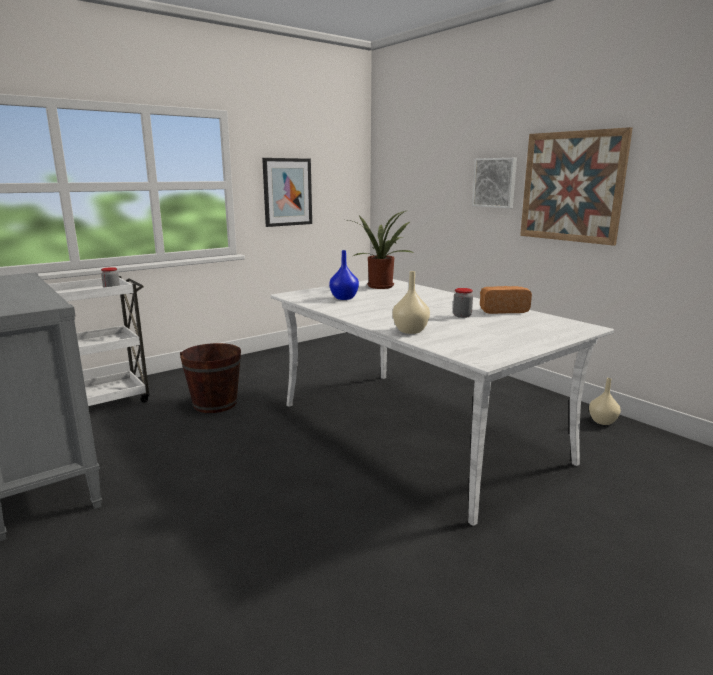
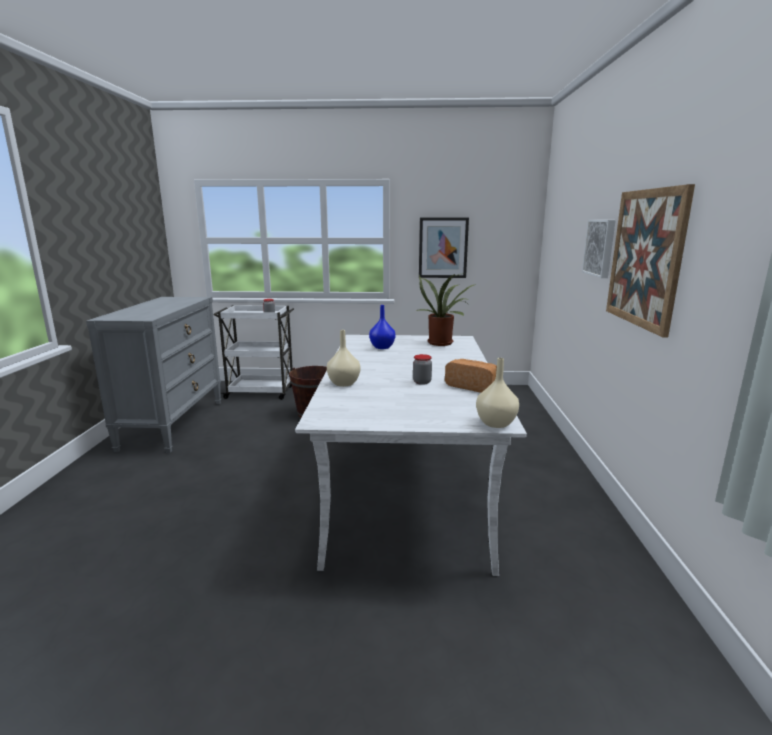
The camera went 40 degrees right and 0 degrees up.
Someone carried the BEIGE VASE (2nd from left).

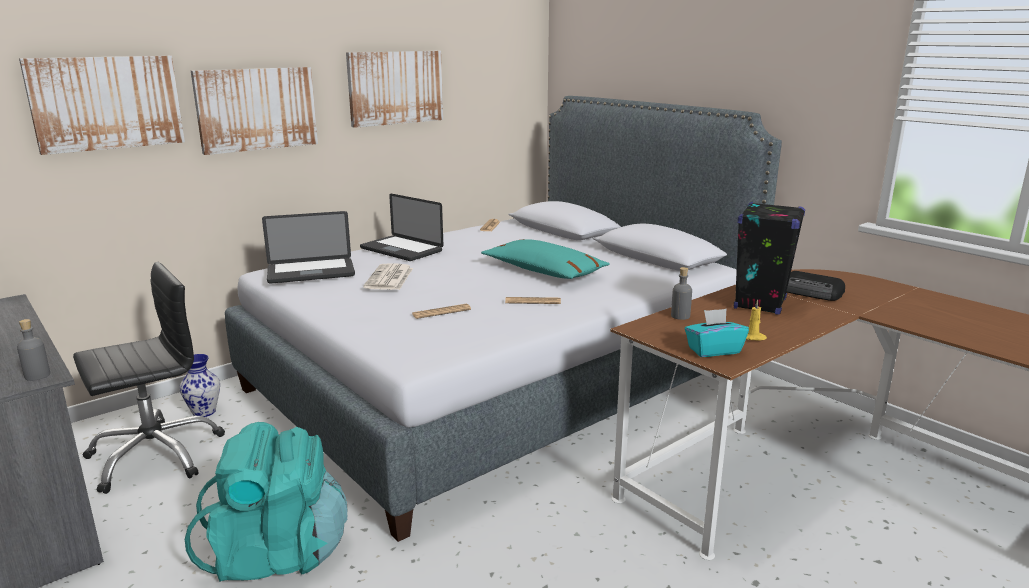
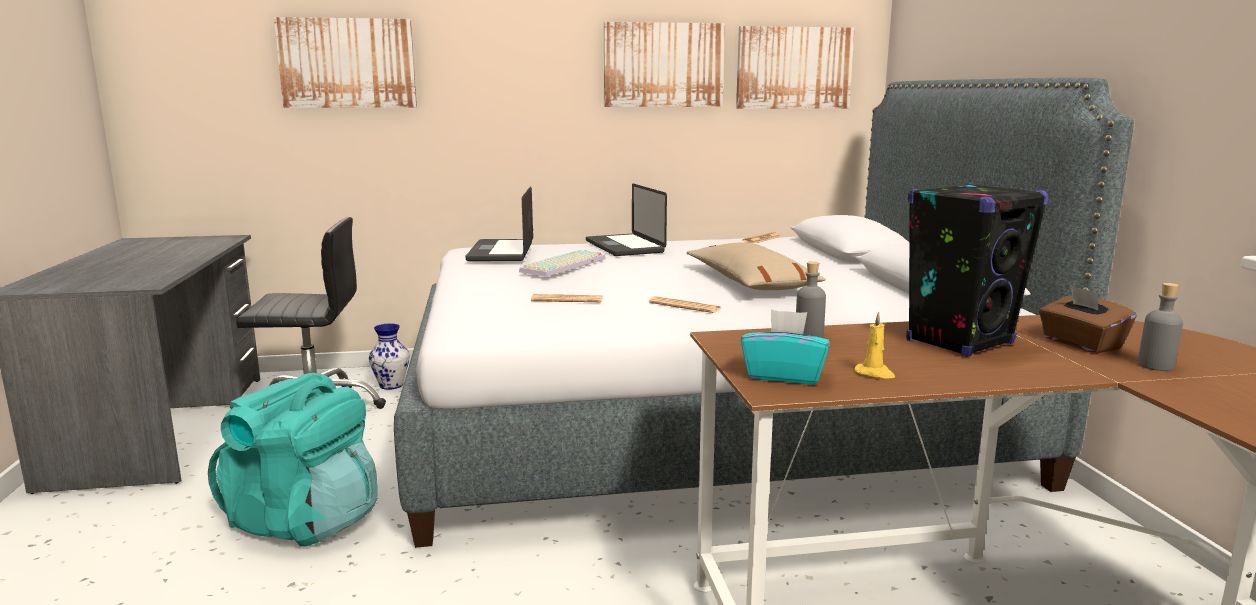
The camera went 30 degrees right and 5 degrees down.
Someone carried the PICTURE (2nd from left in the first image).
Someone rotated the LAPTOP (1st from left) by 75 degrees clockwise.
Someone repainted the TURQUOISE PILLOW, which became the BEIGE PILLOW.
Someone swapped the NEWSPAPER (1st from left) for the KEYBOARD.
Someone swapped the RADIO for the BROWN TISSUE BOX.
Someone carried the GREY BOTTLE (1st from left in the first image).

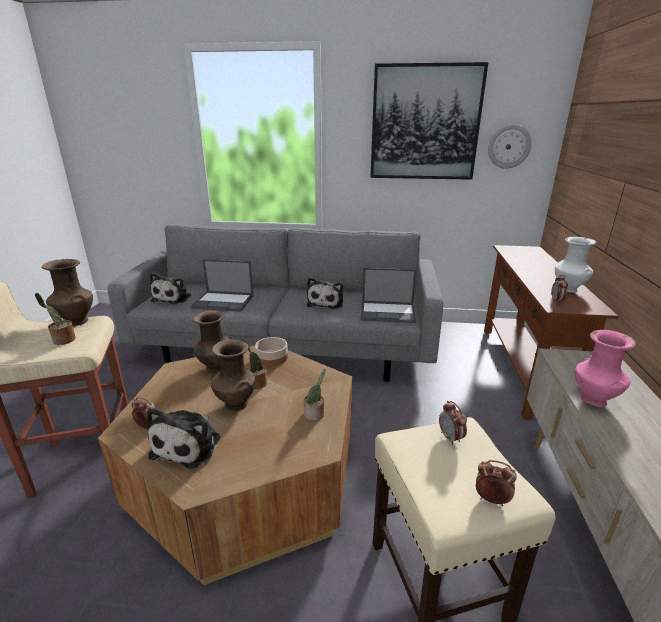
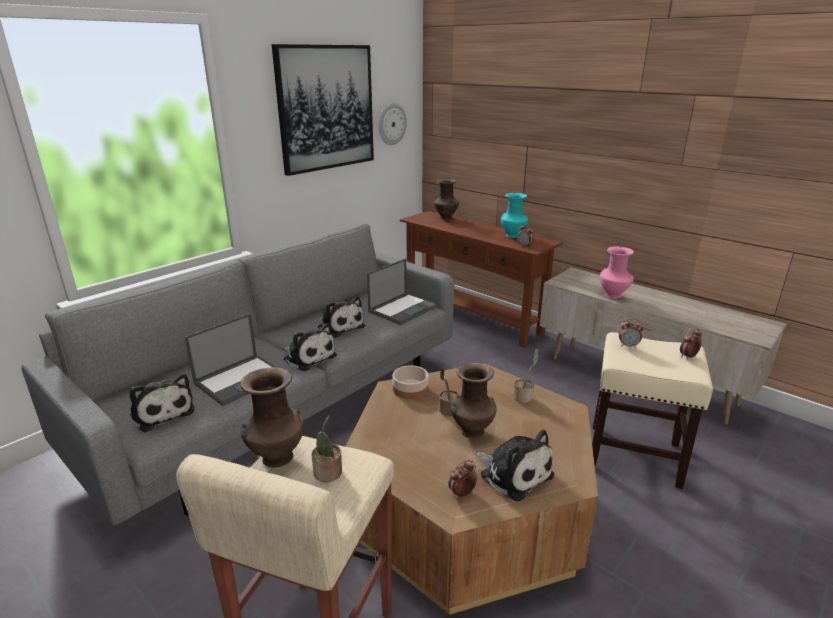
The camera went 55 degrees left and 0 degrees up.
Someone repainted the WHITE VASE, which became the TURQUOISE VASE.
Someone carried the BROWN VASE (2nd from left).
Someone put down the PLUSH TOY (2nd from left).

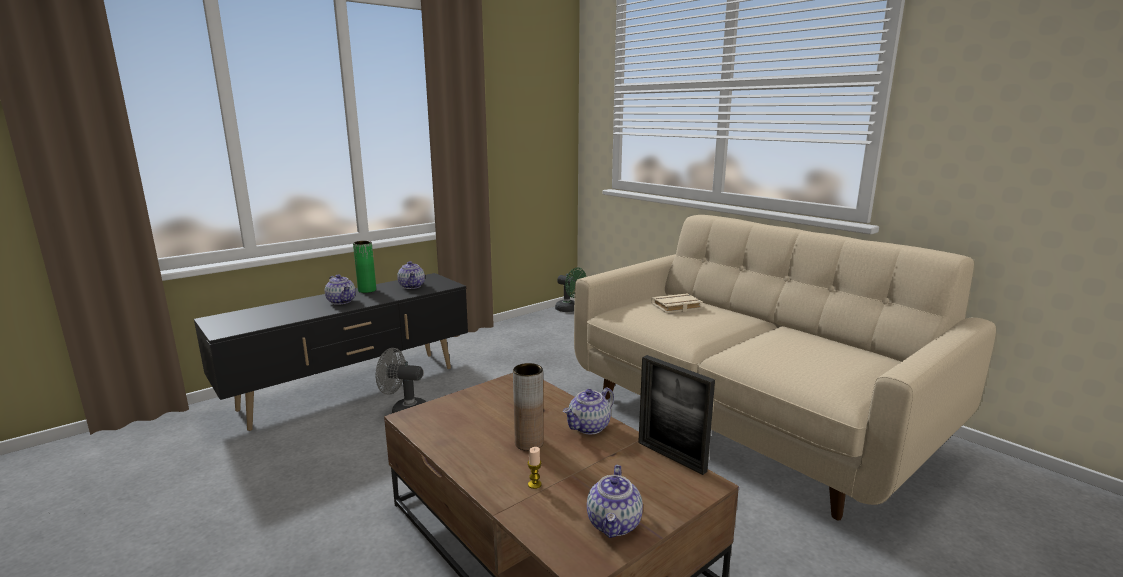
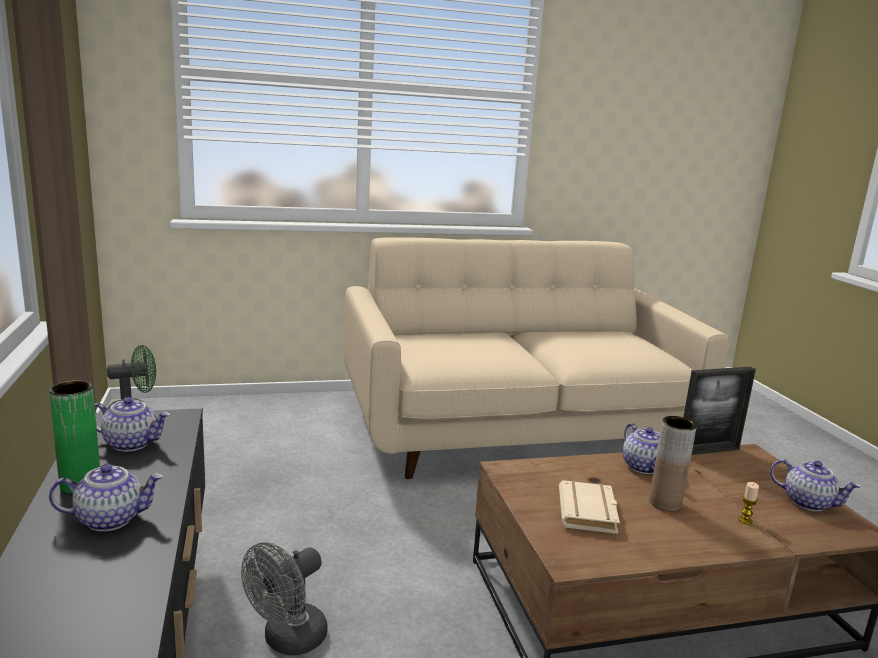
The camera went 65 degrees left and 0 degrees up.
Someone carried the BEIGE BOOK.

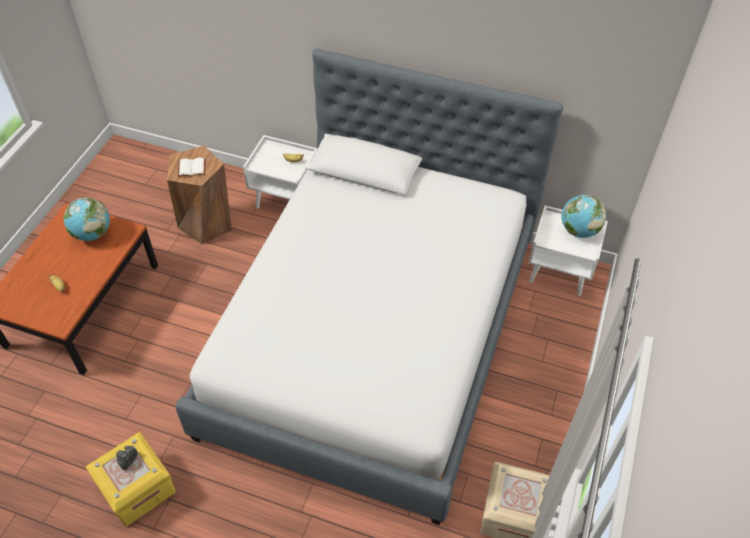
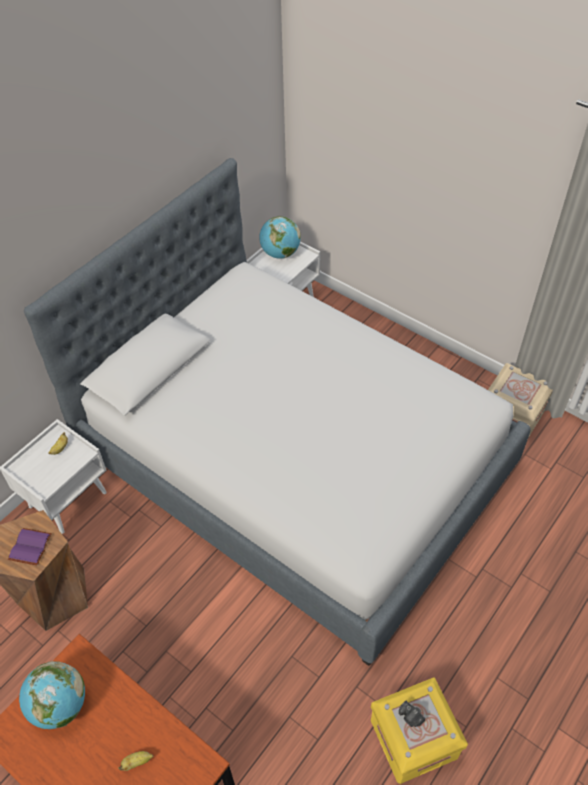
The camera went 70 degrees left and 0 degrees up.
Someone repainted the WHITE BOOK, which became the PURPLE BOOK.

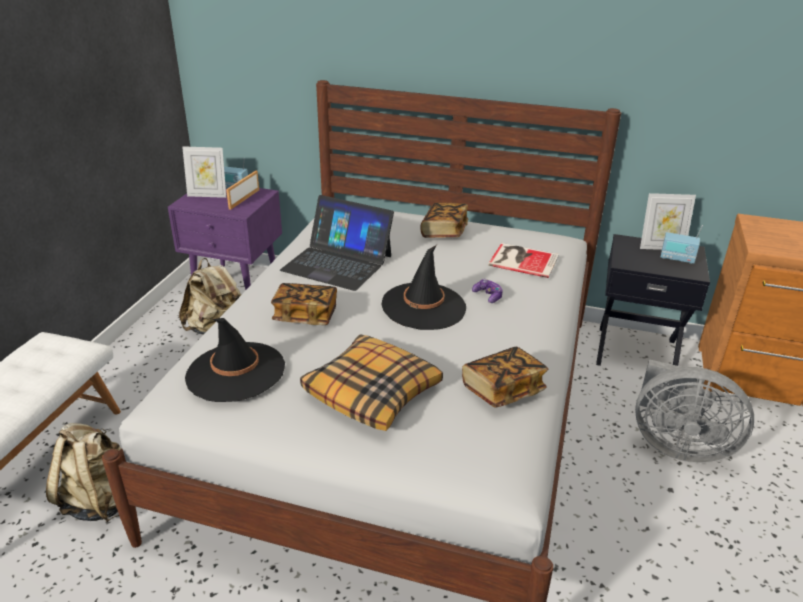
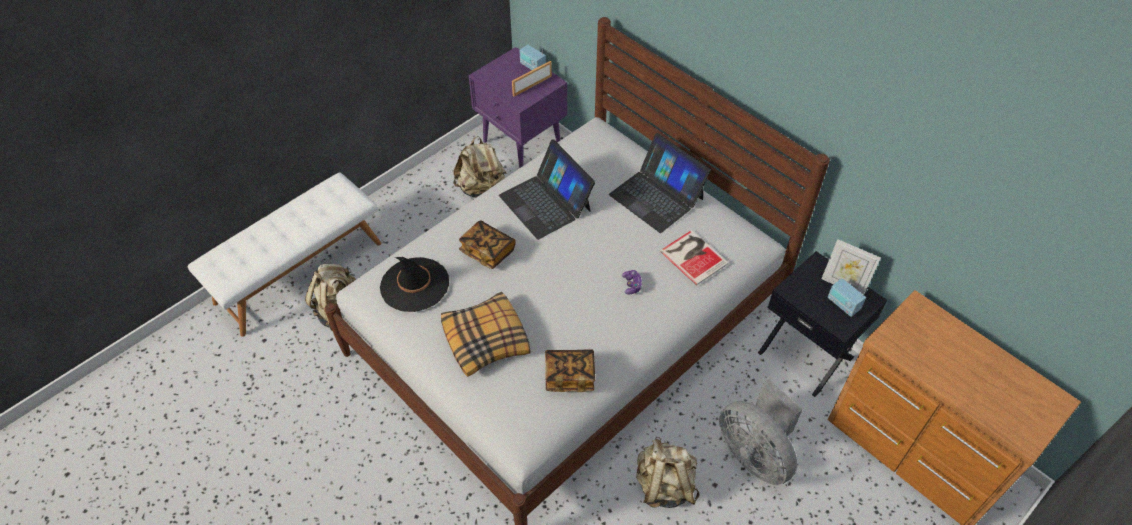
The camera went 30 degrees right and 20 degrees up.
Someone took away the PICTURE FRAME (1st from left).
Someone swapped the BOOK (2nd from left) for the LAPTOP (2nd from left).
Someone took away the BLACK HAT (2nd from left).
Someone put down the BEIGE BACKPACK (3rd from left).

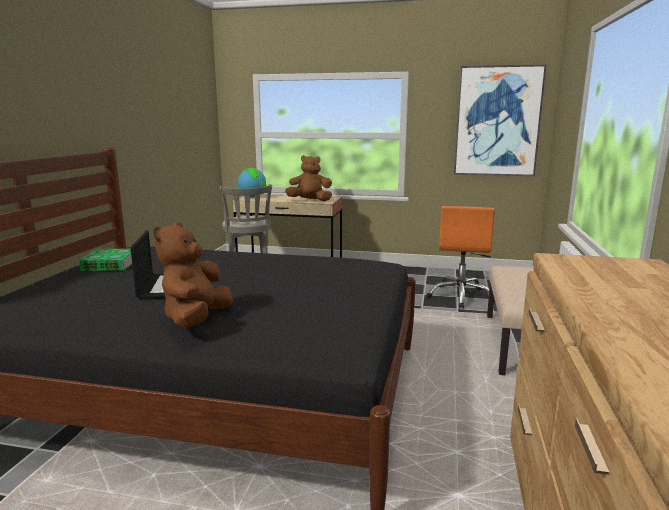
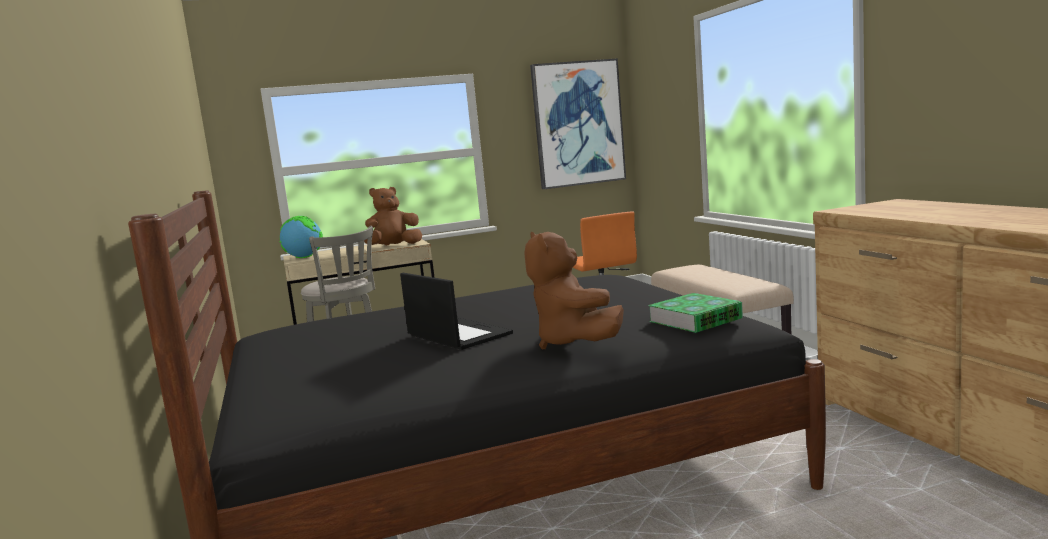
The camera went 30 degrees left and 5 degrees down.
Someone carried the BOOK.

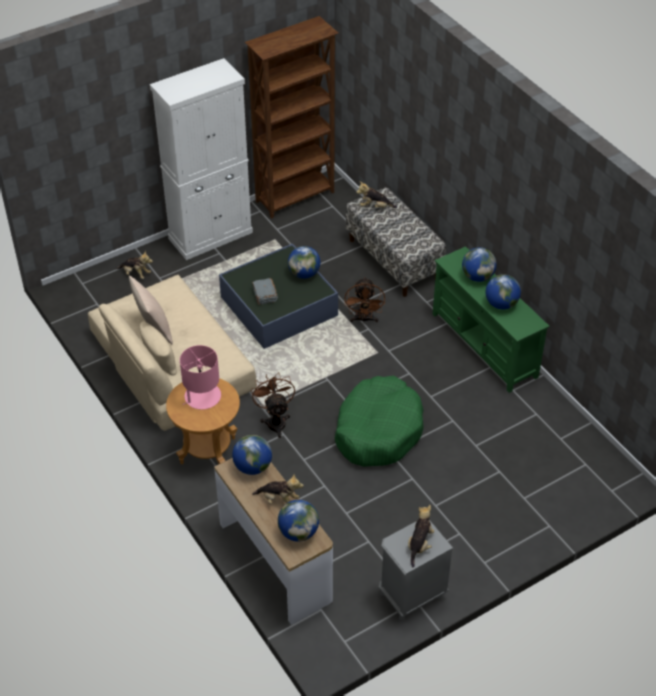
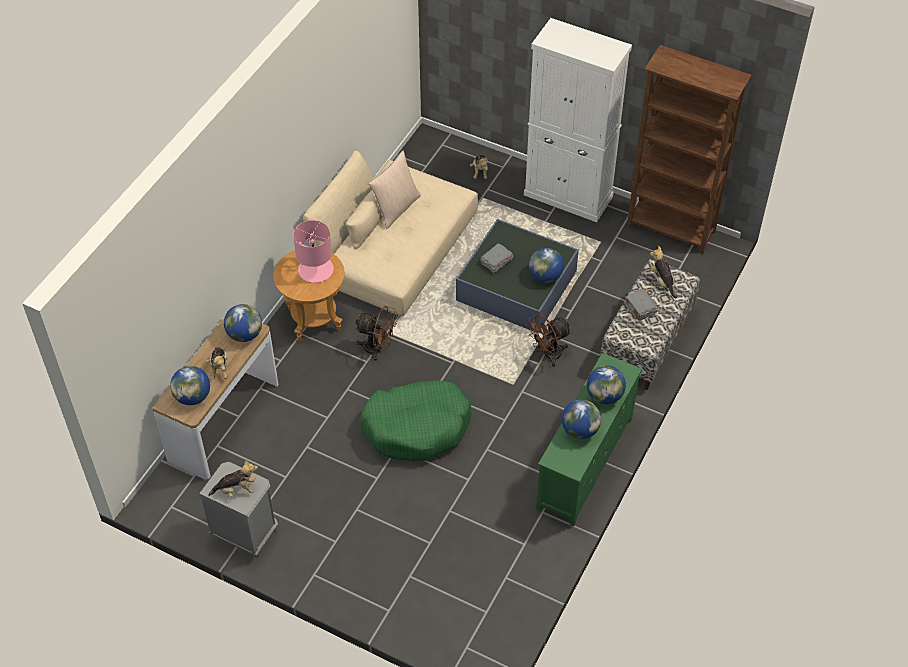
The camera went 60 degrees right and 5 degrees up.
Someone rotated the BROWN FAN (1st from left) by 60 degrees clockwise.
Someone put down the GREY BOOK (2nd from left).

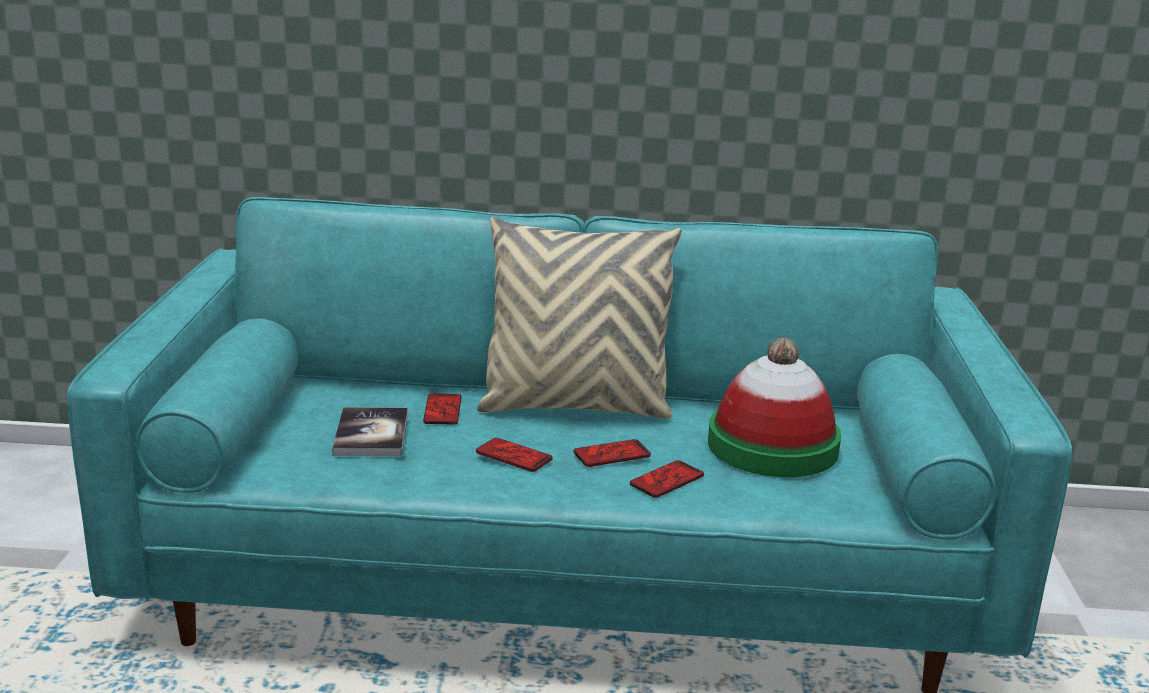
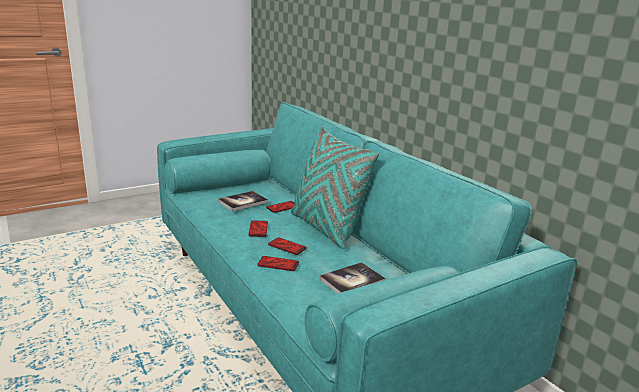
The camera went 55 degrees right and 0 degrees up.
Someone repainted the BEIGE PILLOW, which became the TURQUOISE PILLOW.
Someone swapped the HAT for the BOOK (2nd from left).

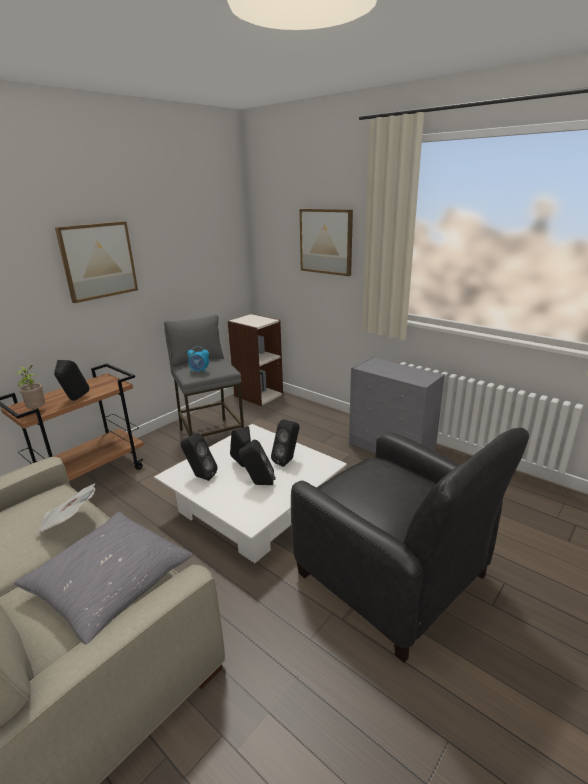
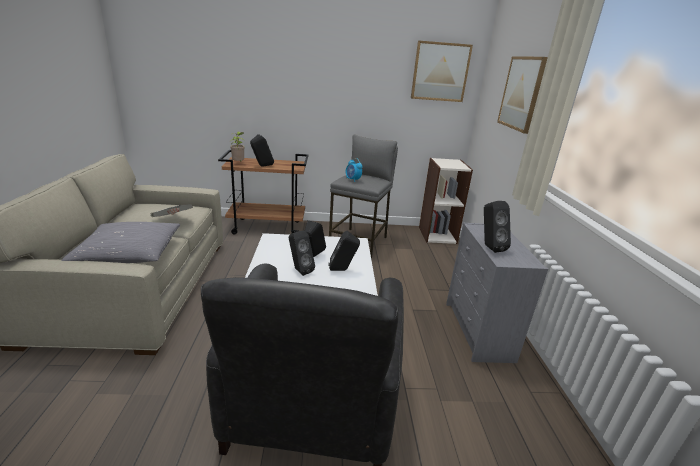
The camera went 45 degrees right and 0 degrees up.
Someone carried the PICTURE (1st from left).
Someone carried the BLACK SPEAKER (2nd from left in the first image).

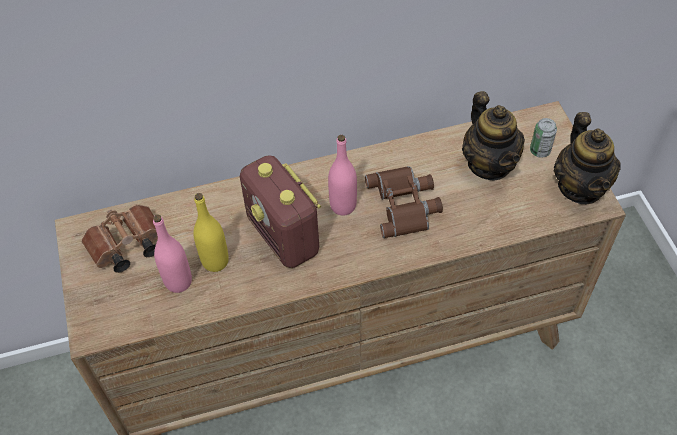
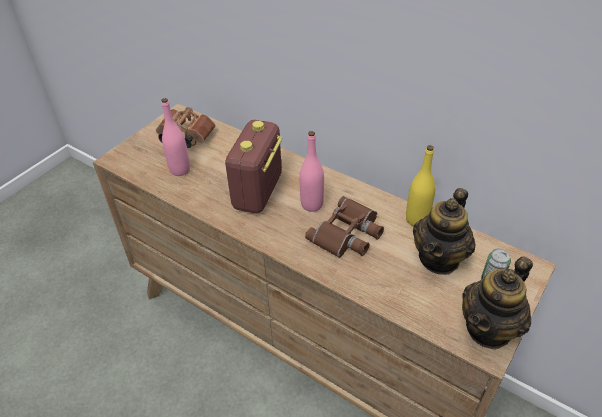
The camera went 50 degrees right and 10 degrees down.
Someone carried the YELLOW BOTTLE.

